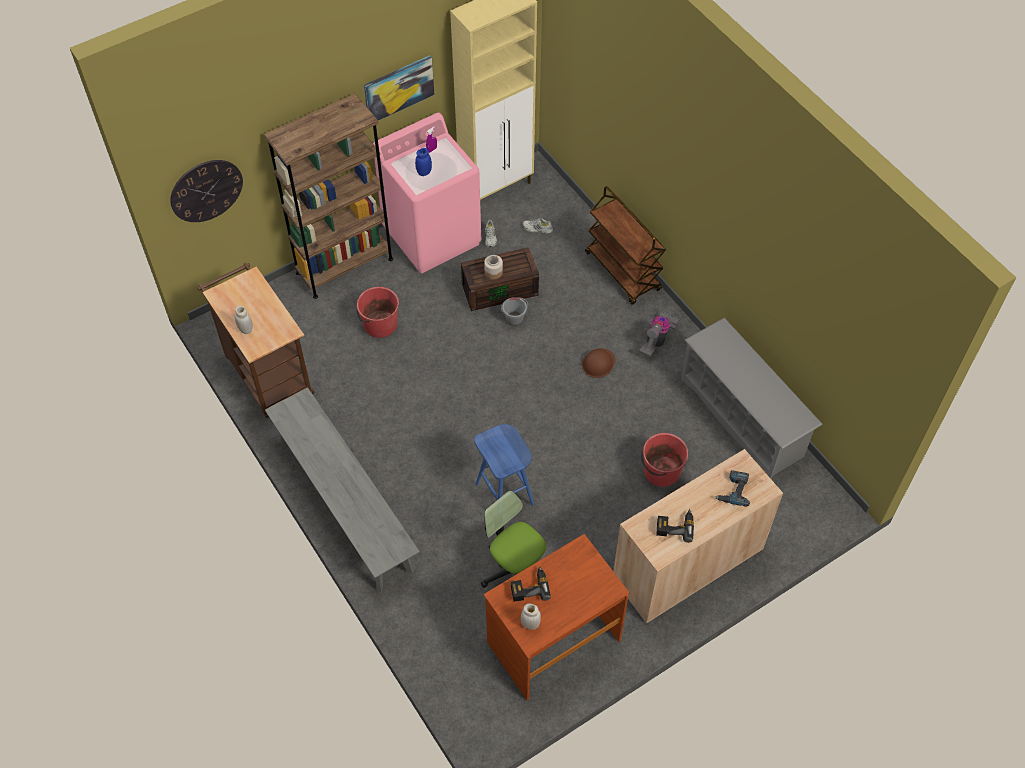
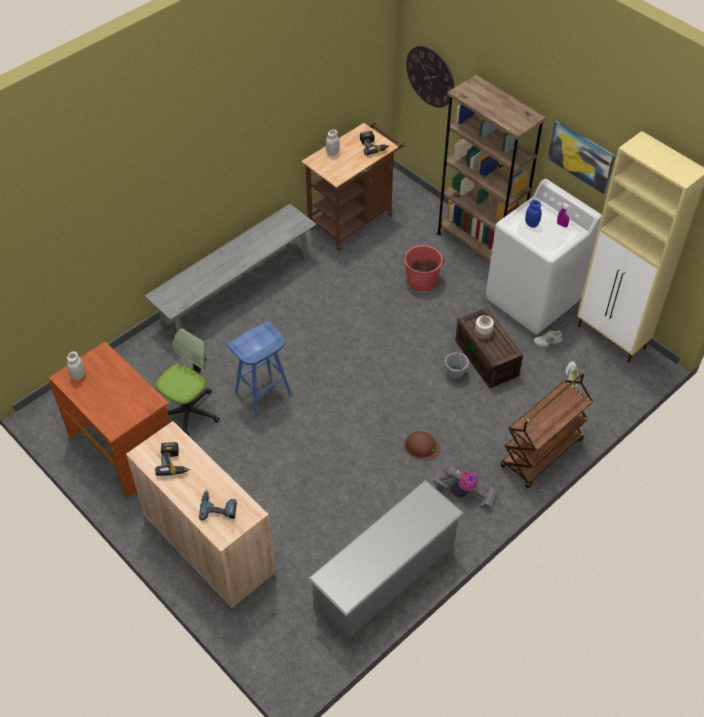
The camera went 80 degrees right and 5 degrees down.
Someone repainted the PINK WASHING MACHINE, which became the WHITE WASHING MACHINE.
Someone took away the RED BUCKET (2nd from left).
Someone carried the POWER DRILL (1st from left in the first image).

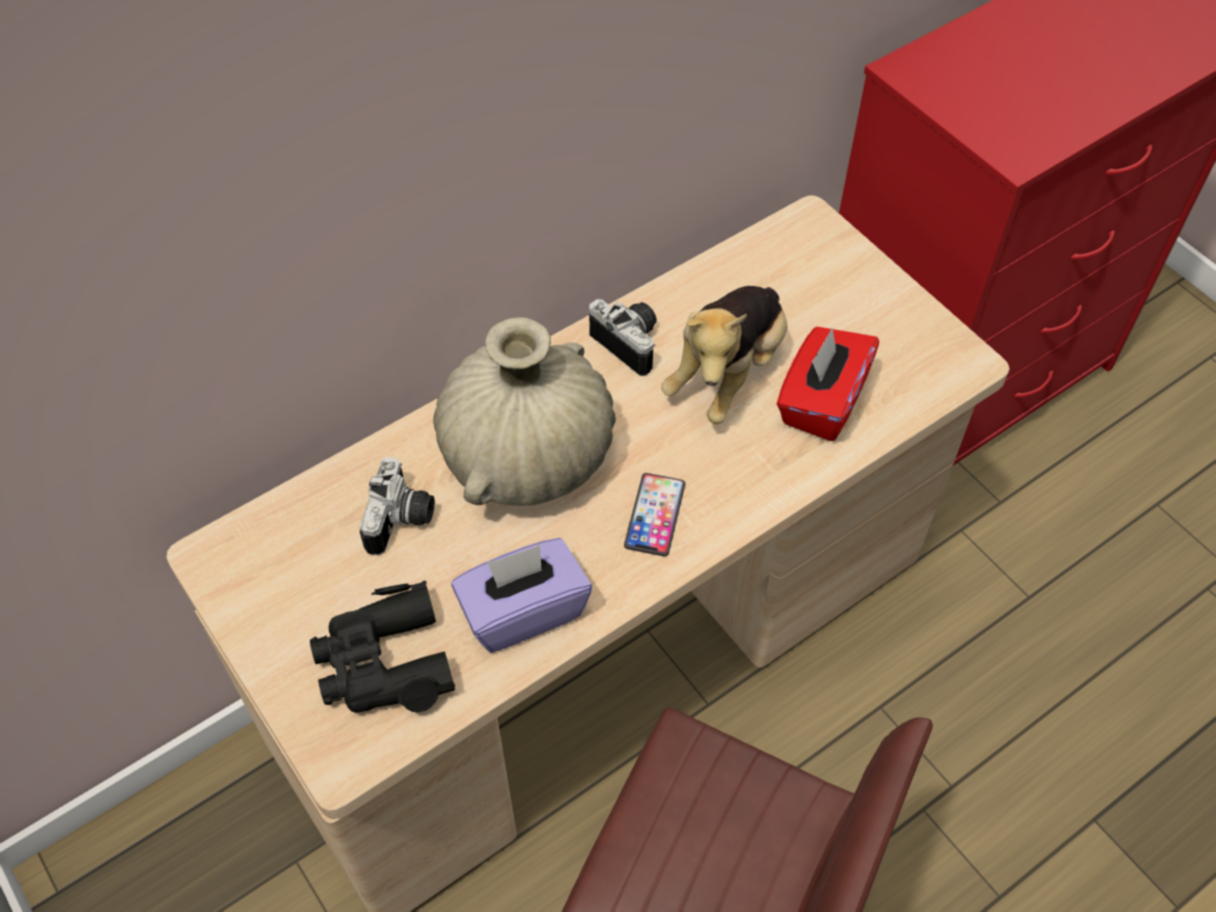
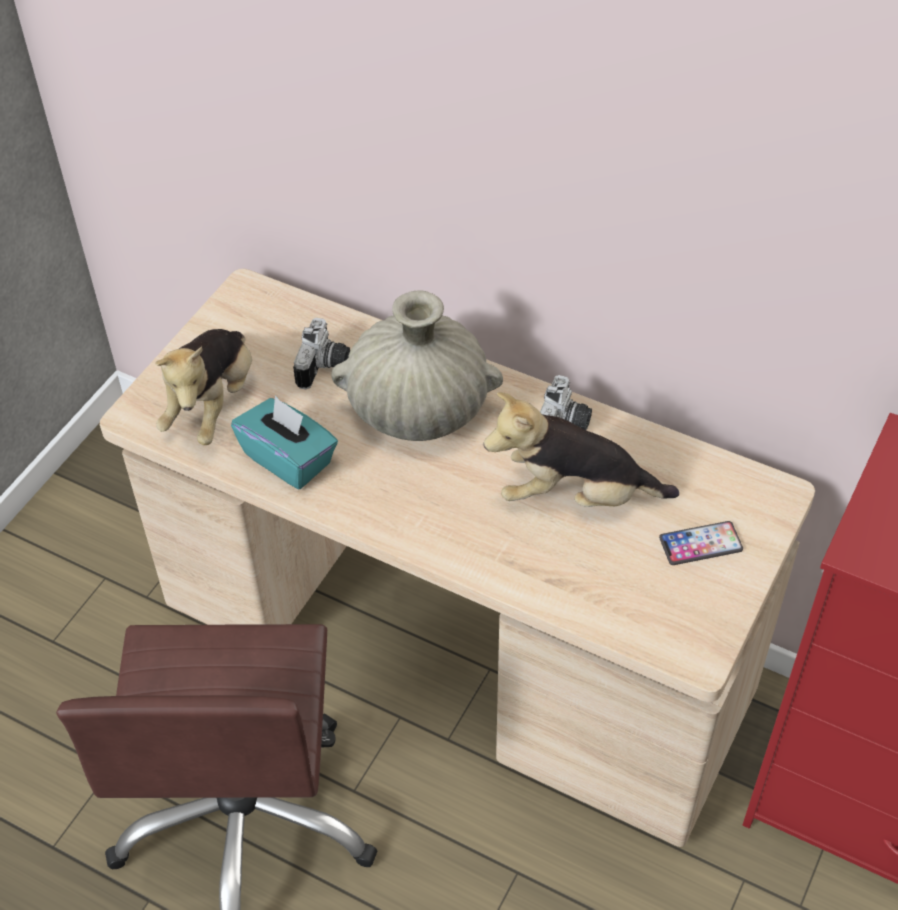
The camera went 65 degrees right and 5 degrees down.
Someone took away the RED TISSUE BOX.
Someone rotated the PHOTO CAMERA (1st from left) by 60 degrees counterclockwise.
Someone carried the PHONE.
Someone repainted the PURPLE TISSUE BOX, which became the TURQUOISE TISSUE BOX.
Someone swapped the BLACK BINOCULARS for the PLUSH TOY (1st from left).

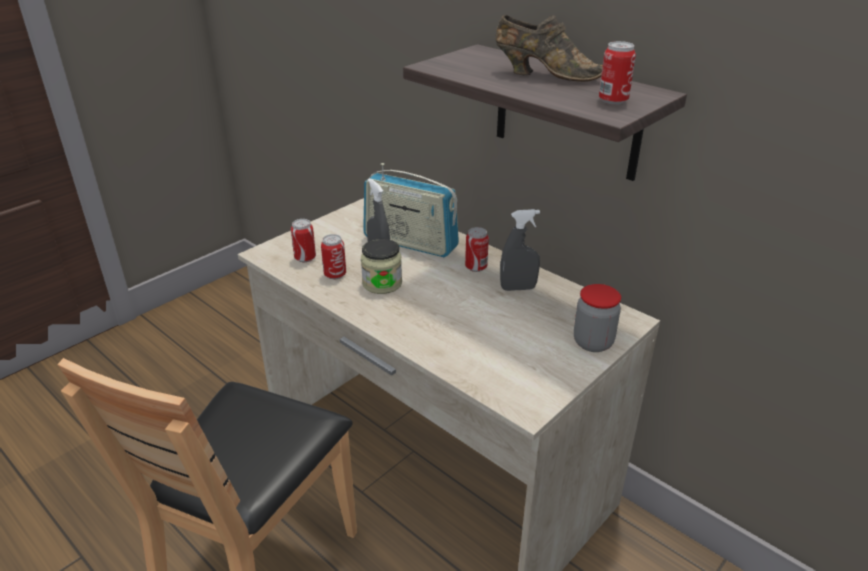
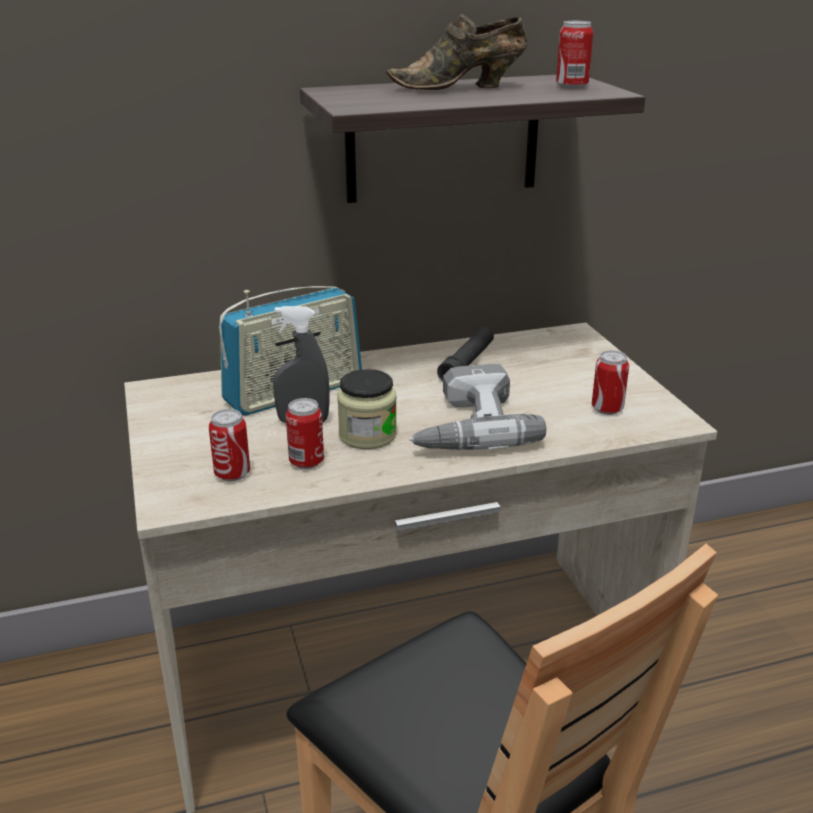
The camera went 60 degrees left and 5 degrees down.
Someone rotated the BROWN SHOE by 150 degrees counterclockwise.
Someone swapped the GREY SPRAY BOTTLE (2nd from left) for the BLACK FLASHLIGHT.
Someone carried the CAN (3rd from left in the first image).
Someone took away the JAR (2nd from left).
Someone put down the POWER DRILL.

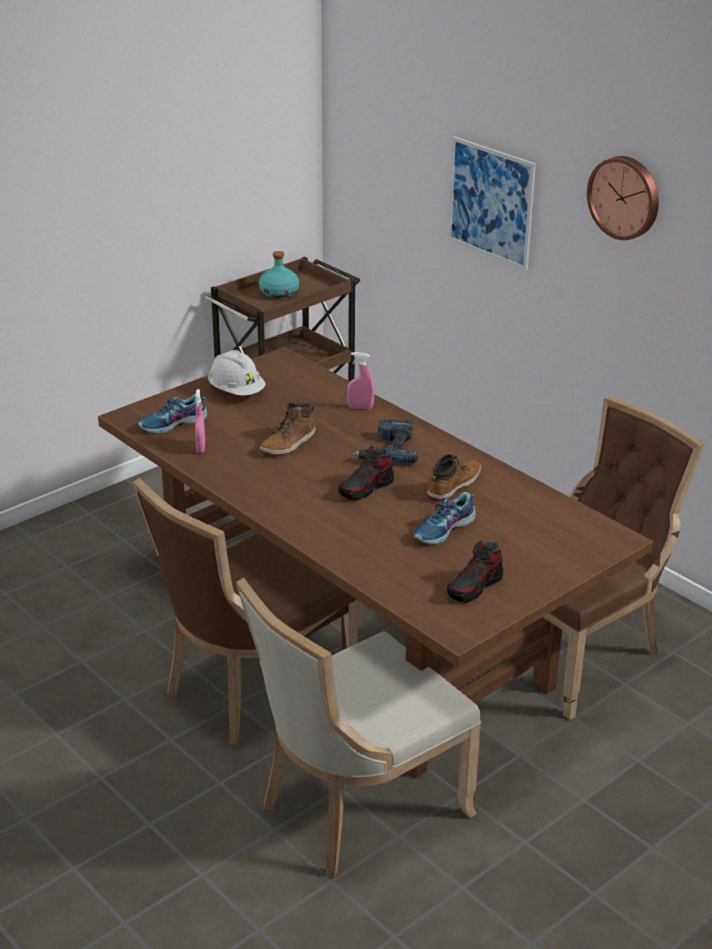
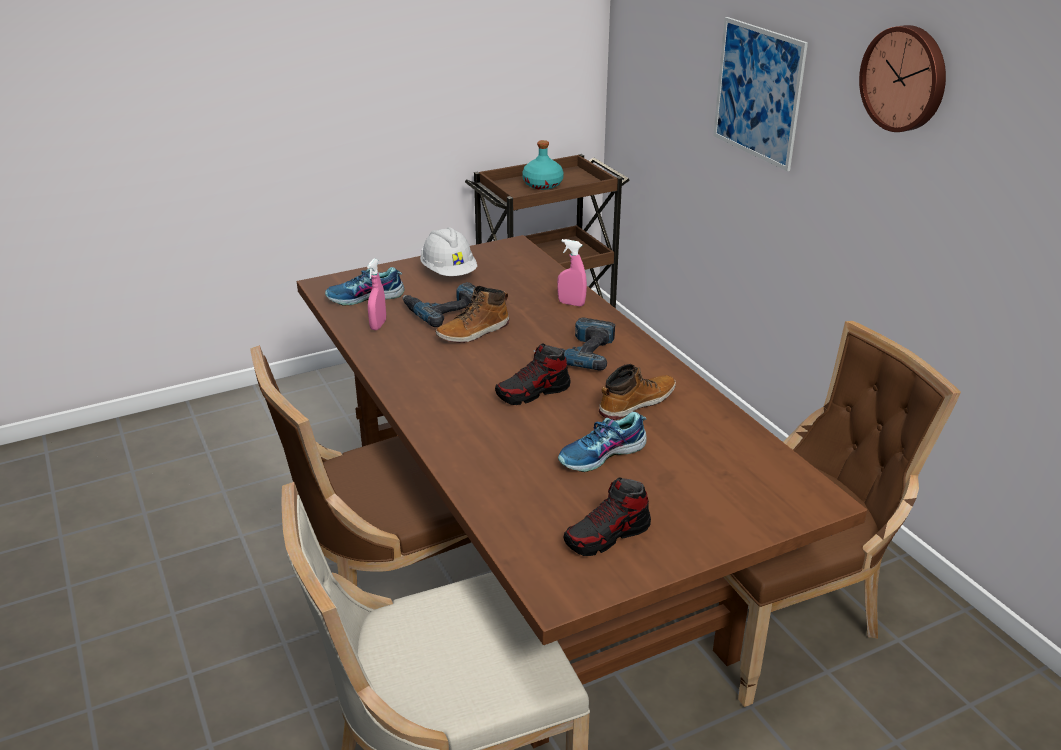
The camera went 15 degrees right and 0 degrees up.
Someone put down the POWER DRILL (1st from left).

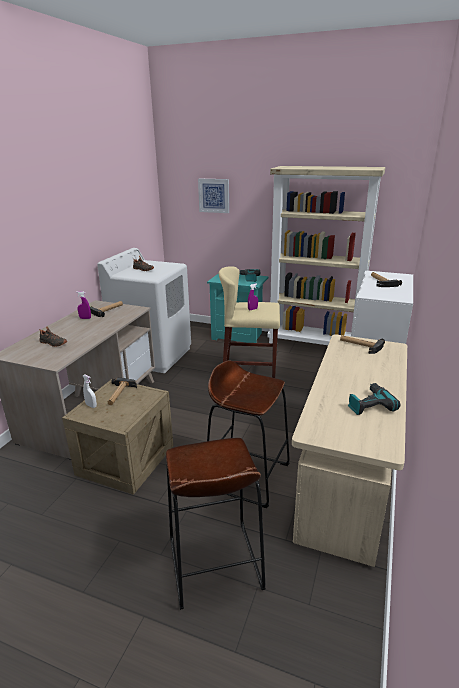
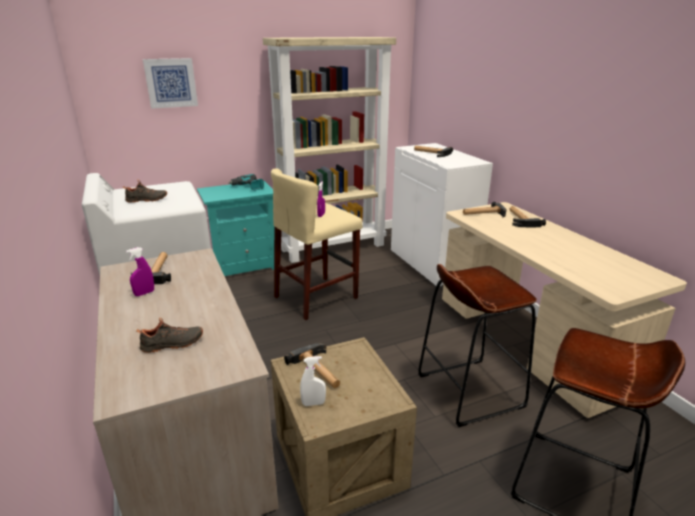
The camera went 45 degrees left and 0 degrees up.
Someone took away the POWER DRILL (2nd from left).
Someone put down the HAMMER (5th from left).

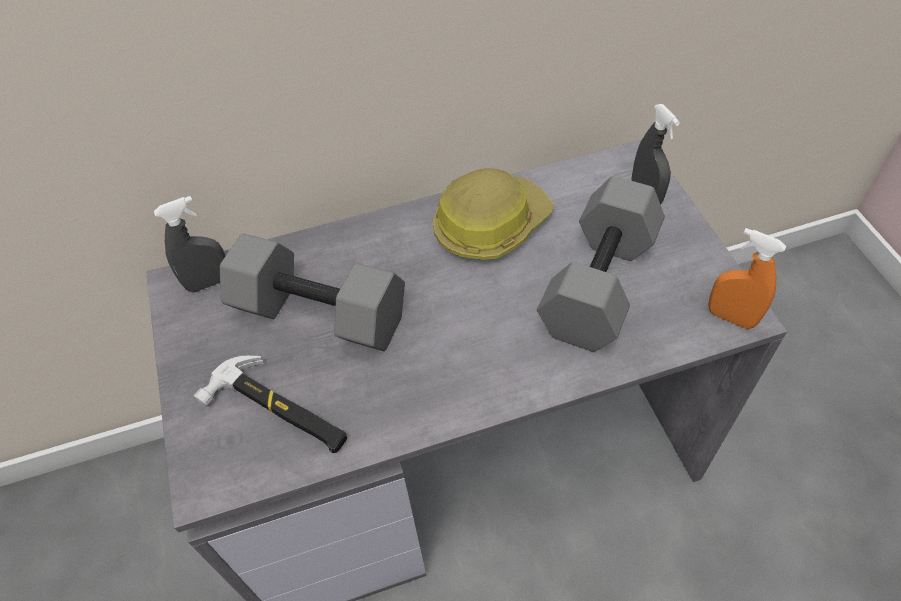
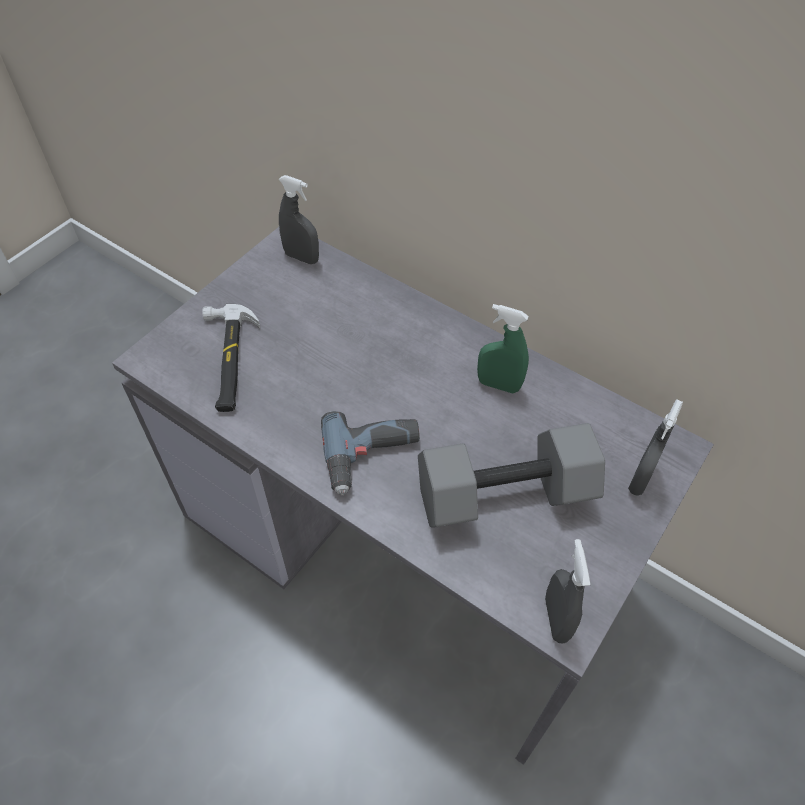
The camera went 50 degrees right and 0 degrees up.
Someone swapped the HARD HAT for the GREEN SPRAY BOTTLE.
Someone repainted the ORANGE SPRAY BOTTLE, which became the GREY SPRAY BOTTLE (2nd from left).
Someone took away the GREY DUMBBELL (1st from left).
Someone put down the POWER DRILL.

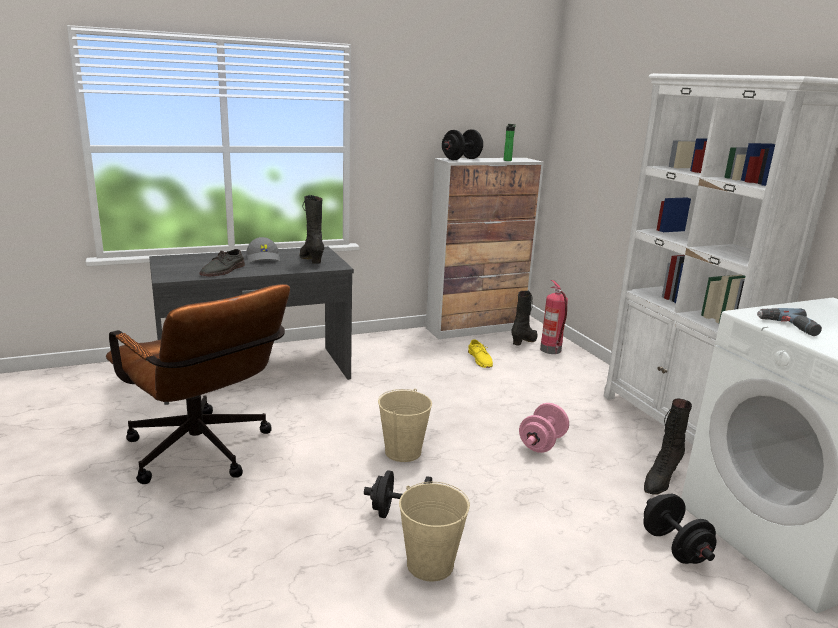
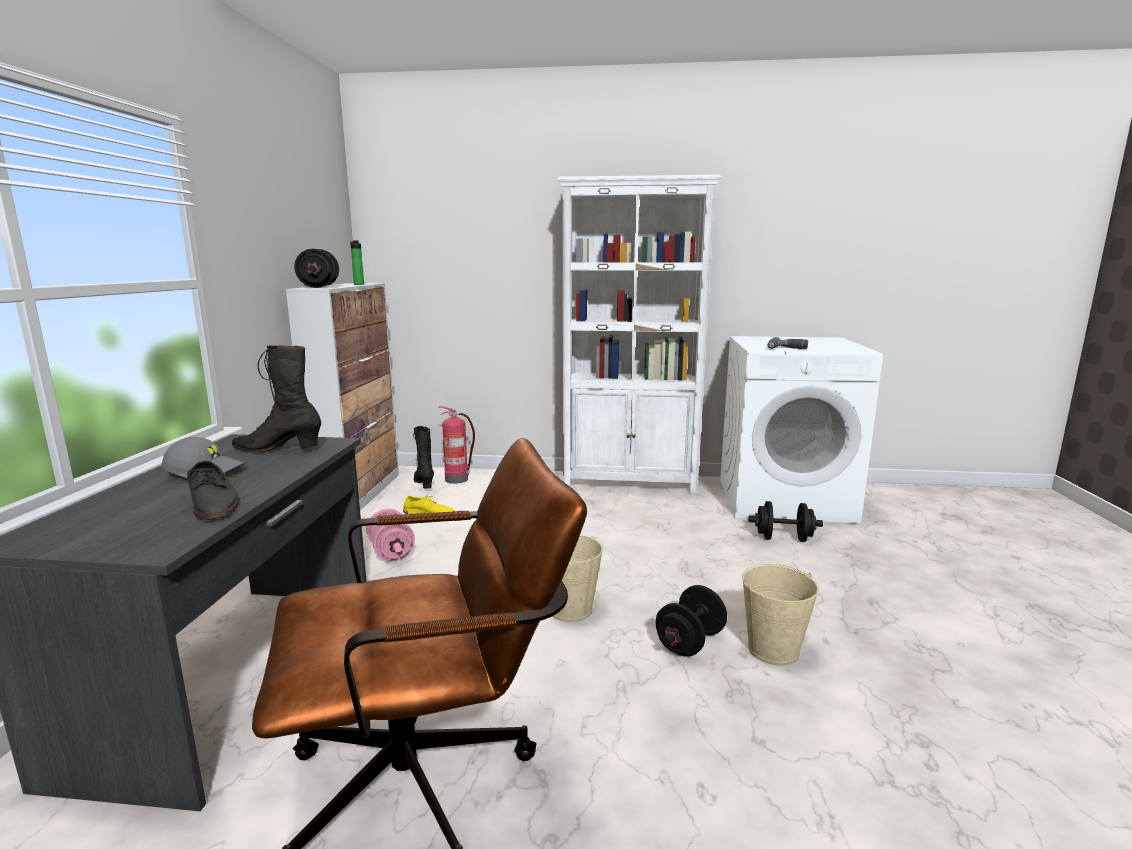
The camera went 60 degrees left and 5 degrees down.
Someone took away the BLACK BOOT (3rd from left).
Someone carried the PINK DUMBBELL.

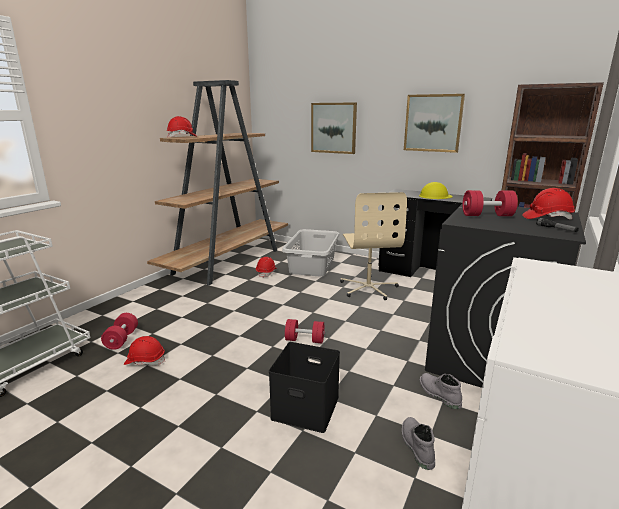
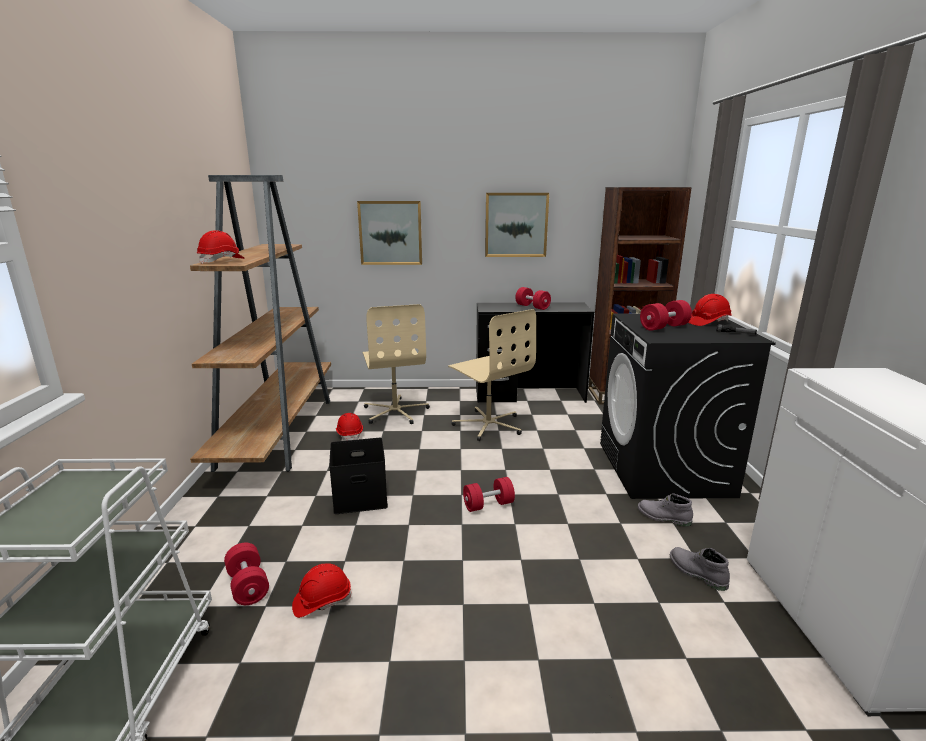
The camera went 30 degrees left and 0 degrees up.
Someone swapped the YELLOW HARD HAT for the RED DUMBBELL (3rd from left).
Someone swapped the GREY LAUNDRY BASKET for the BEIGE OFFICE CHAIR (1st from left).
Someone carried the BLACK STORAGE BOX.

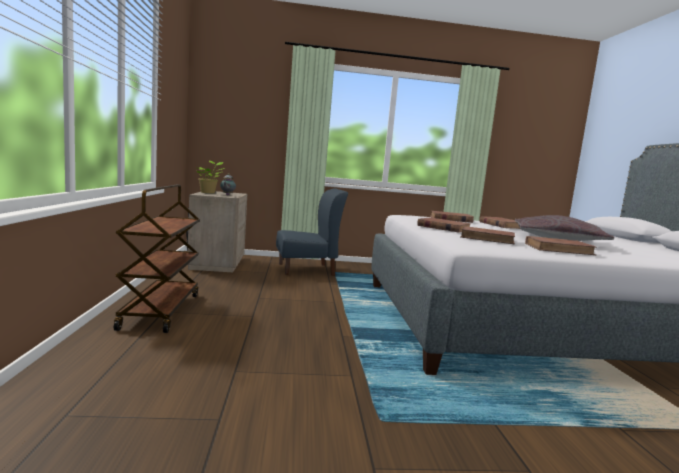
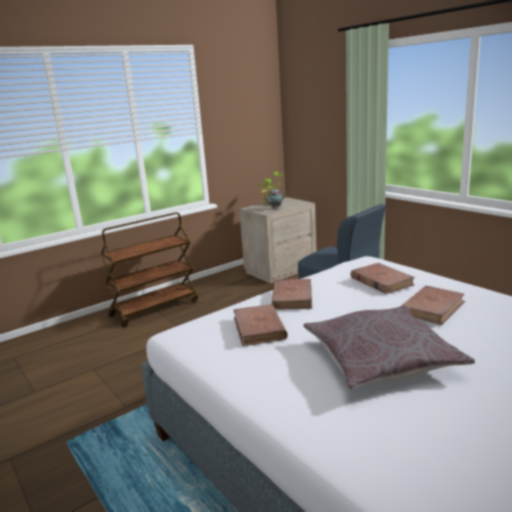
The camera went 60 degrees right and 10 degrees up.
Someone took away the BROWN BOOK (5th from left).

